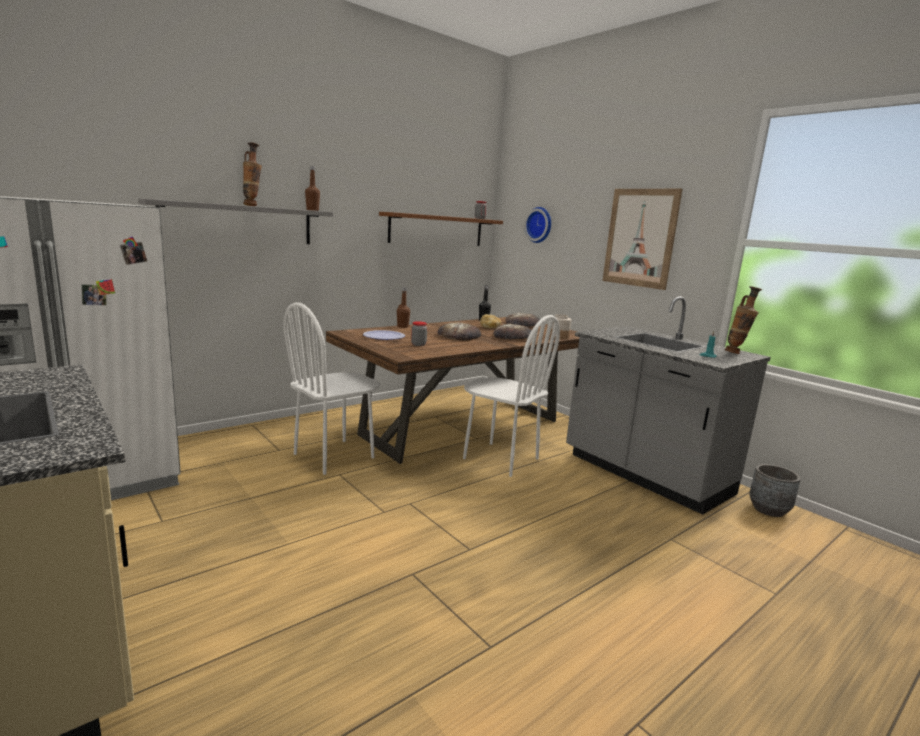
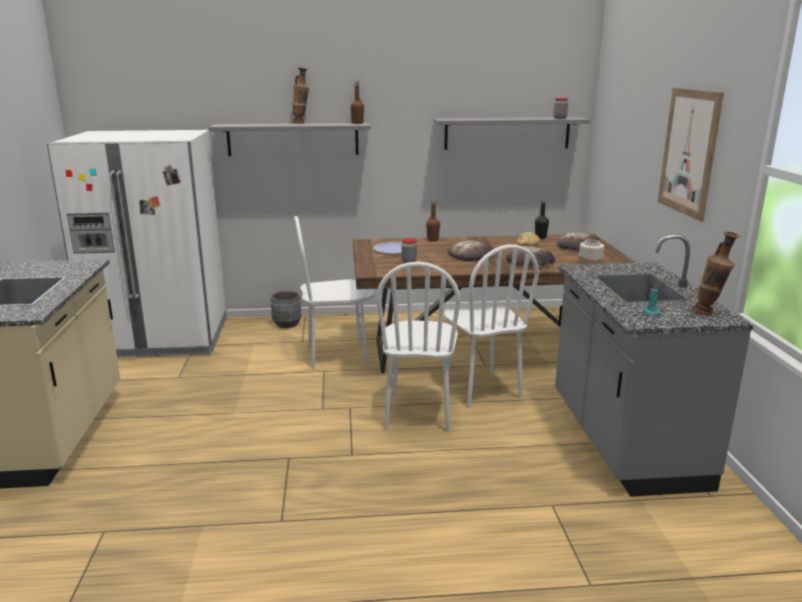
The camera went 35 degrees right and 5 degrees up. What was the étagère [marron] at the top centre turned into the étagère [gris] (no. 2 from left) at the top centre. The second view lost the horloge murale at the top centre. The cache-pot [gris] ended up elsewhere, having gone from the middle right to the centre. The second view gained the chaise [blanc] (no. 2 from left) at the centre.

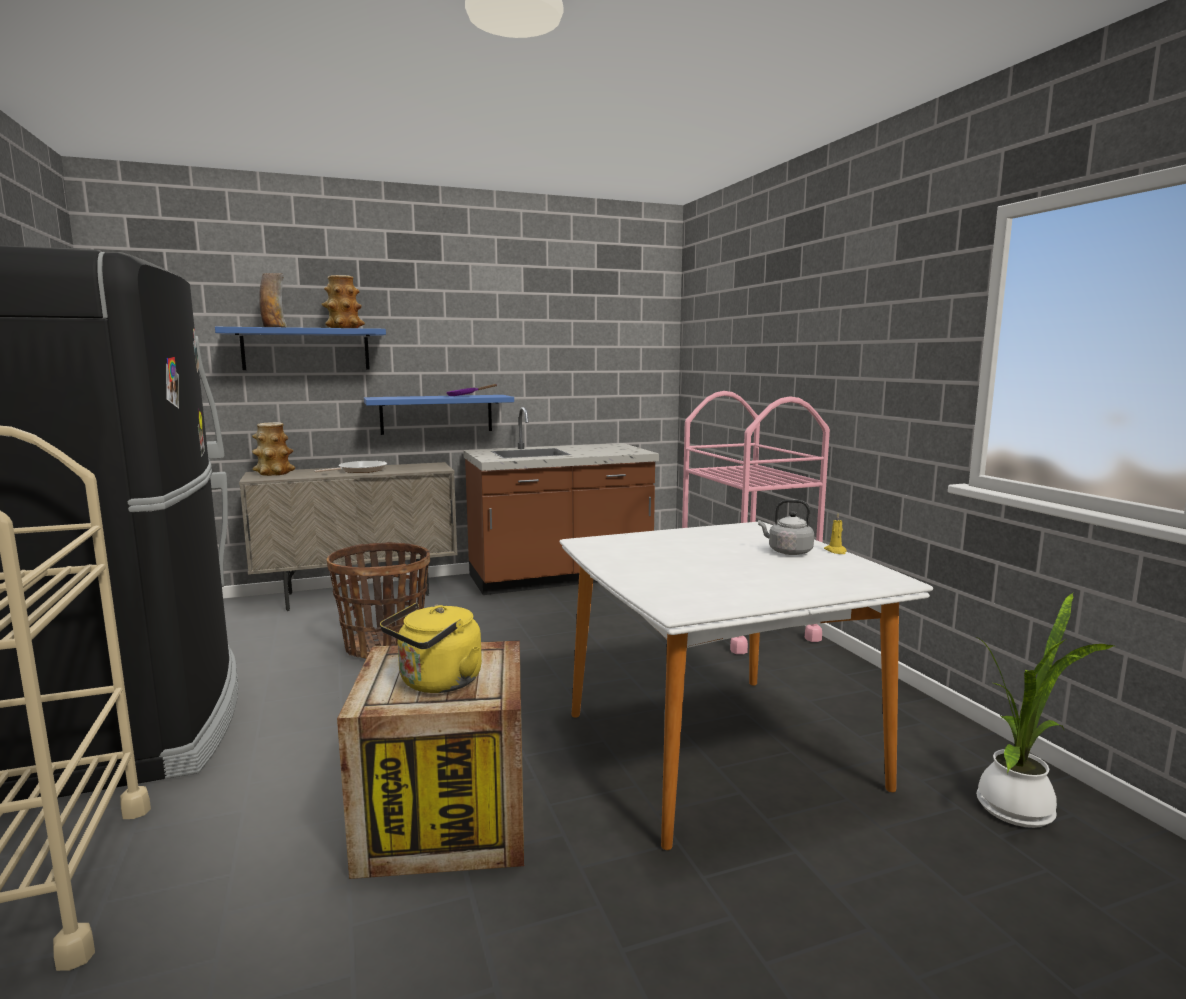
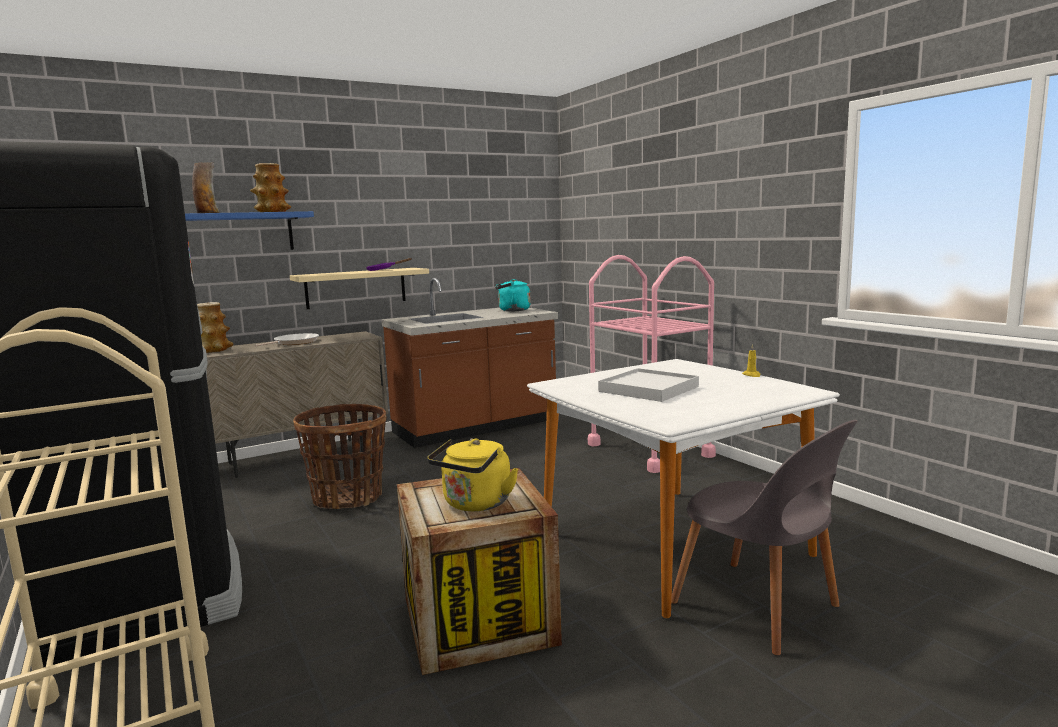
The camera went 10 degrees left and 0 degrees up. What was the étagère [bleu] (no. 2 from left) at the centre turned into the étagère [beige] at the centre. The second view lost the bouilloire [gris] at the centre. The second view lost the plante en pot at the bottom right. The second view gained the bouilloire [turquoise] at the centre. The second view gained the plateau [blanc] at the centre. The second view gained the chaise [gris] at the bottom right.

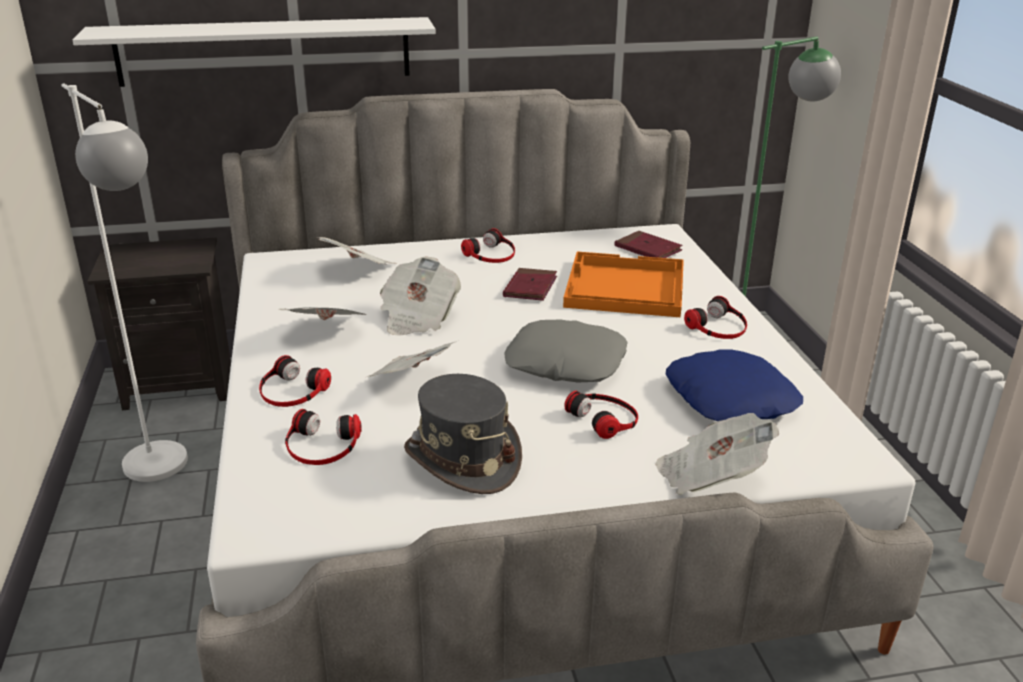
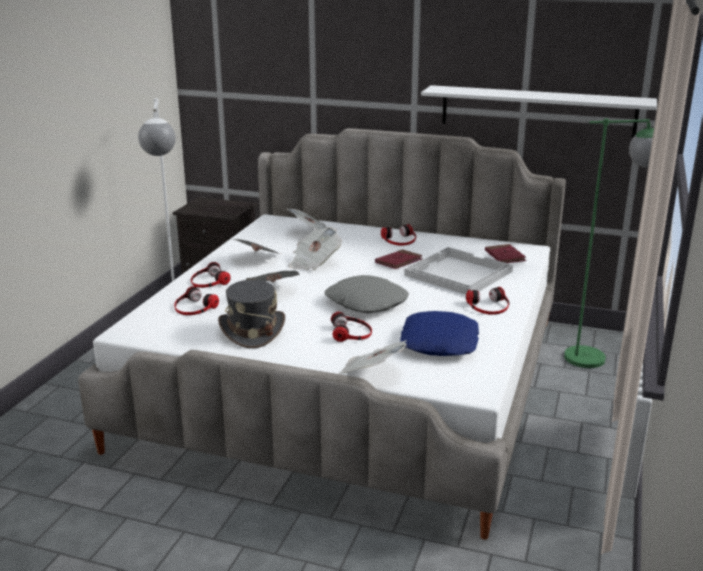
The camera went 30 degrees right and 5 degrees down. The étagère [blanc] ended up elsewhere, having gone from the top left to the top right. What was the plateau [orange] at the centre turned into the plateau [blanc] at the centre.

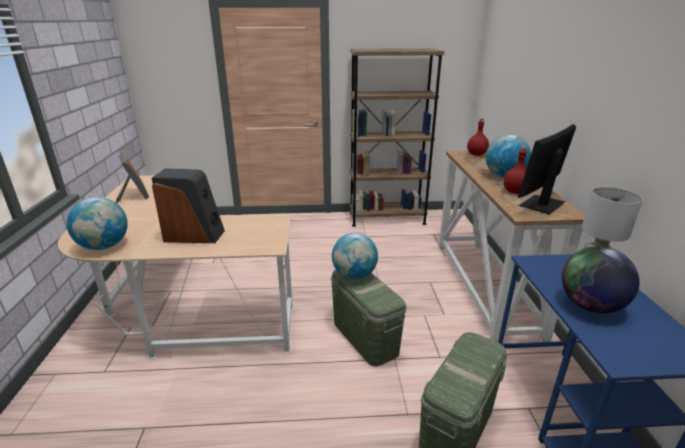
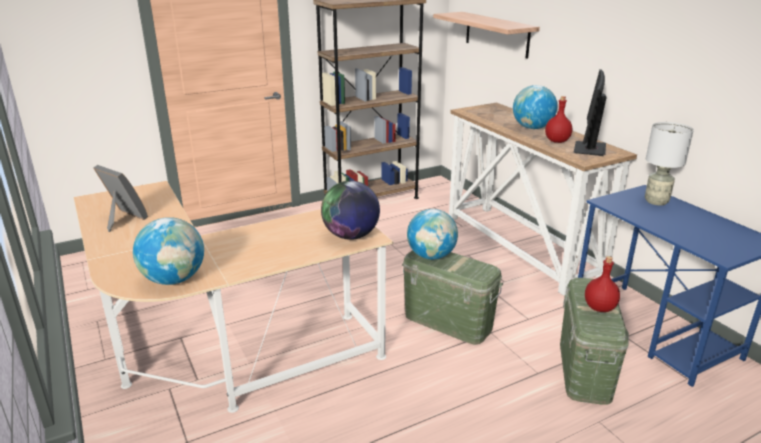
The camera went 25 degrees left and 0 degrees up. The second view lost the enceinte at the middle left. The bouteille [rouge] (no. 1 from left in the first image) ended up elsewhere, having gone from the top right to the middle right. The globe (no. 4 from left in the first image) ended up elsewhere, having gone from the middle right to the centre. The second view gained the étagère at the top centre.

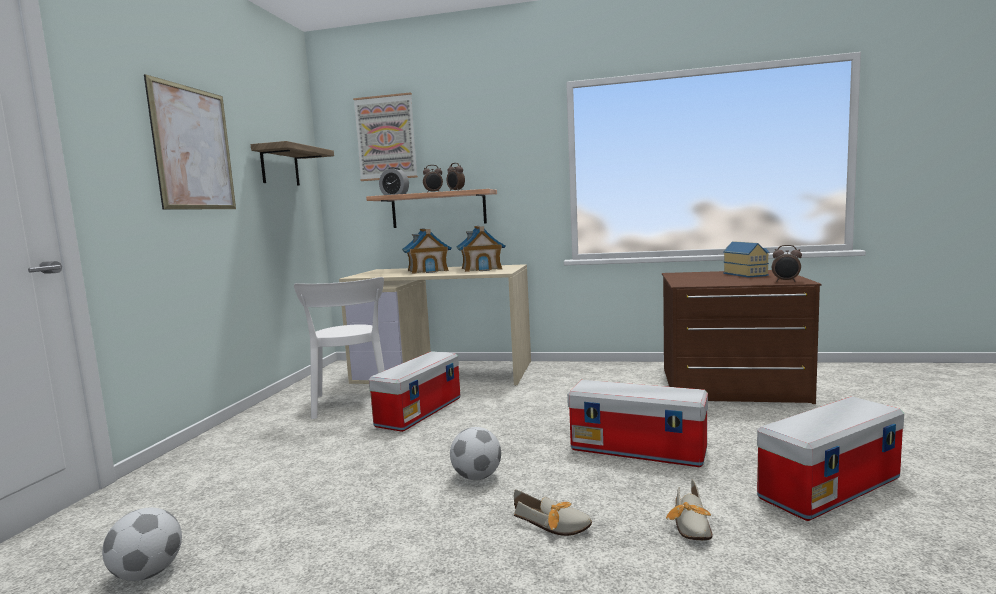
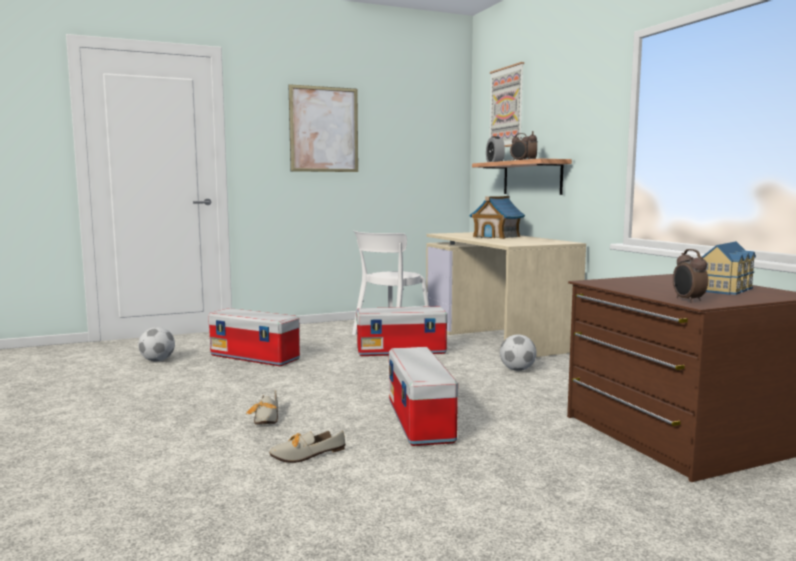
The camera went 55 degrees right and 0 degrees up. The second view lost the étagère (no. 1 from left) at the top left. The ballon de foot (no. 2 from left) ended up elsewhere, having gone from the bottom centre to the centre. The second view lost the maison miniature (no. 2 from left) at the centre. The boîte de rangement (no. 3 from left in the first image) ended up elsewhere, having gone from the bottom right to the middle left.

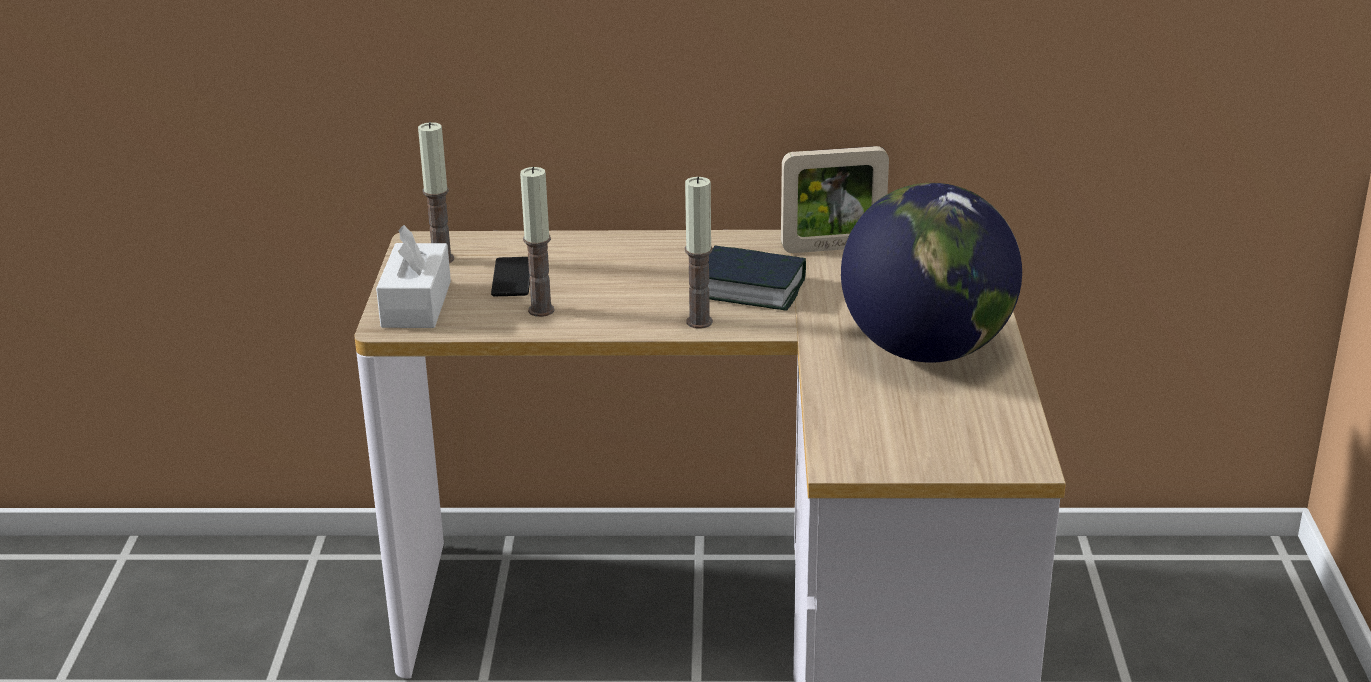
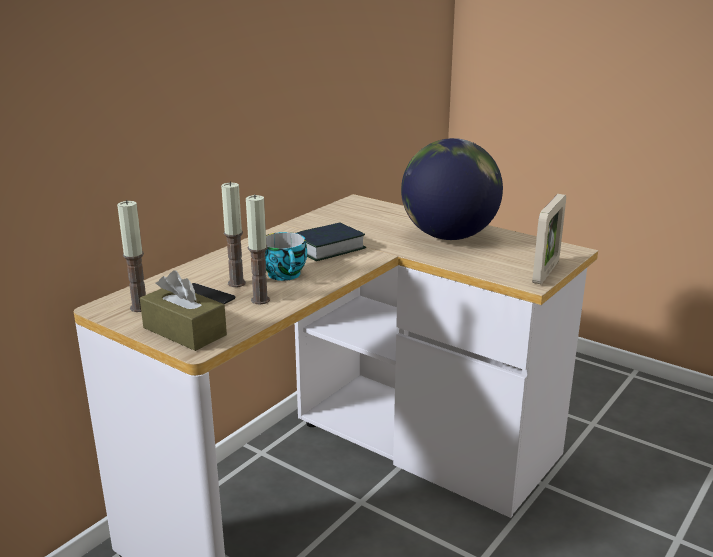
The camera went 55 degrees left and 5 degrees down. What was the boîte à mouchoirs [blanc] at the middle left turned into the boîte à mouchoirs [marron] at the middle left. The bougie (no. 3 from left in the first image) ended up elsewhere, having gone from the centre to the middle left. The cadre photo ended up elsewhere, having gone from the top centre to the middle right. The second view gained the tasse at the centre.

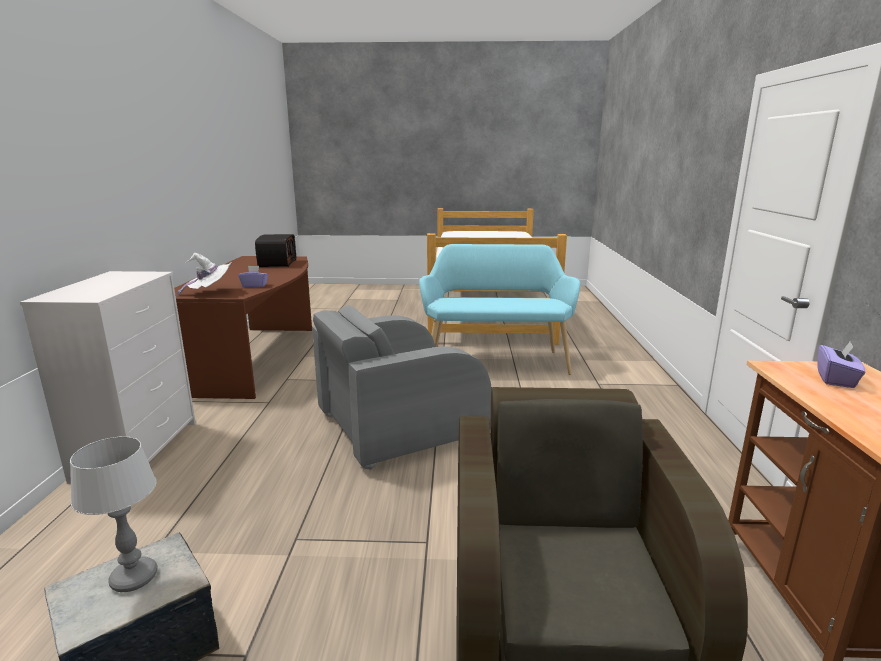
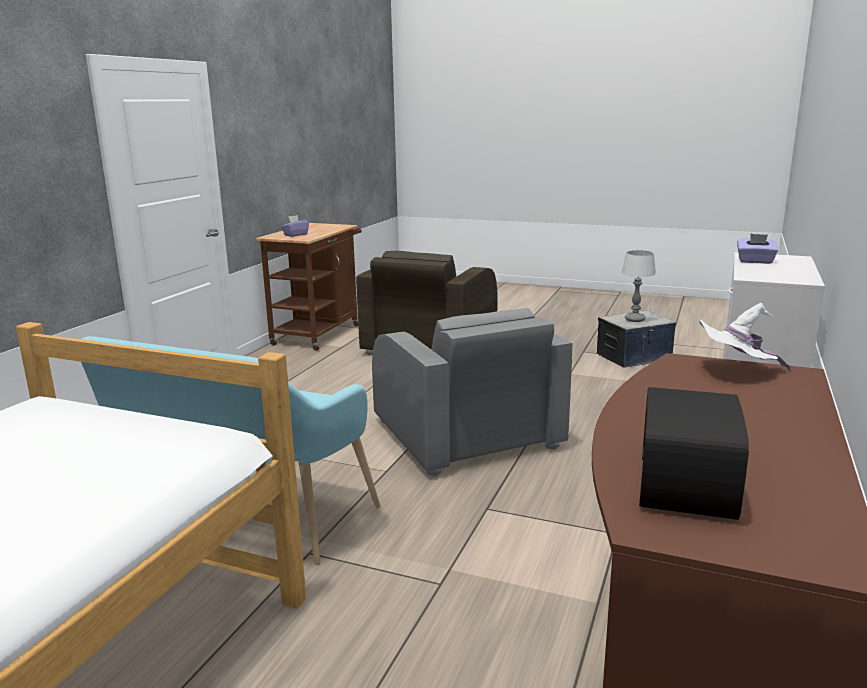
The camera went 160 degrees left and 0 degrees up. The boîte à mouchoirs [violet] (no. 1 from left in the first image) ended up elsewhere, having gone from the middle left to the middle right. The fauteuil [gris] at the centre ended up facing another way, 75 degrees clockwise from before.

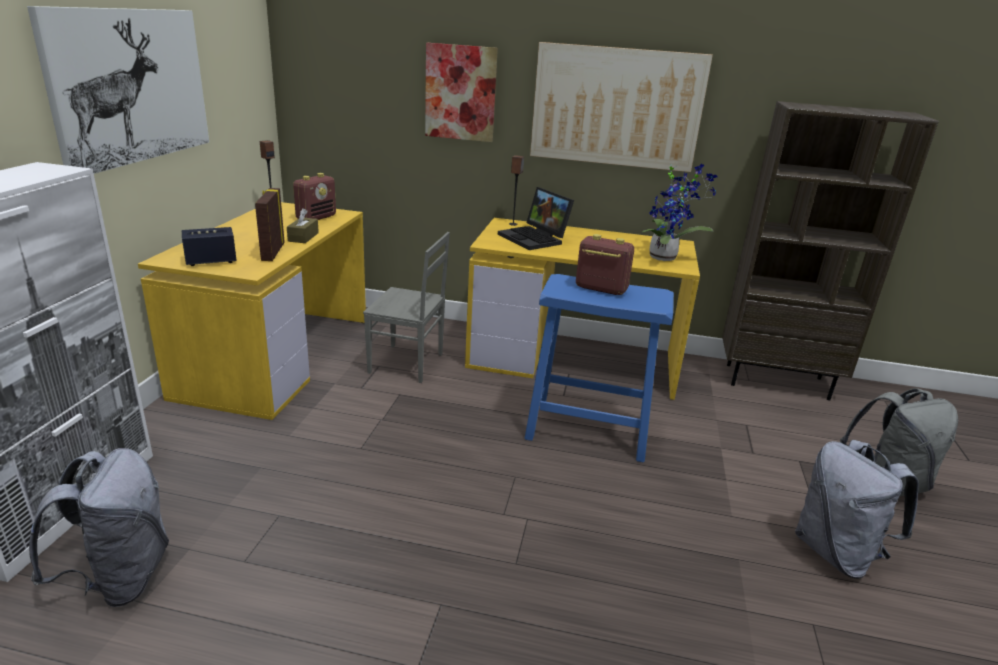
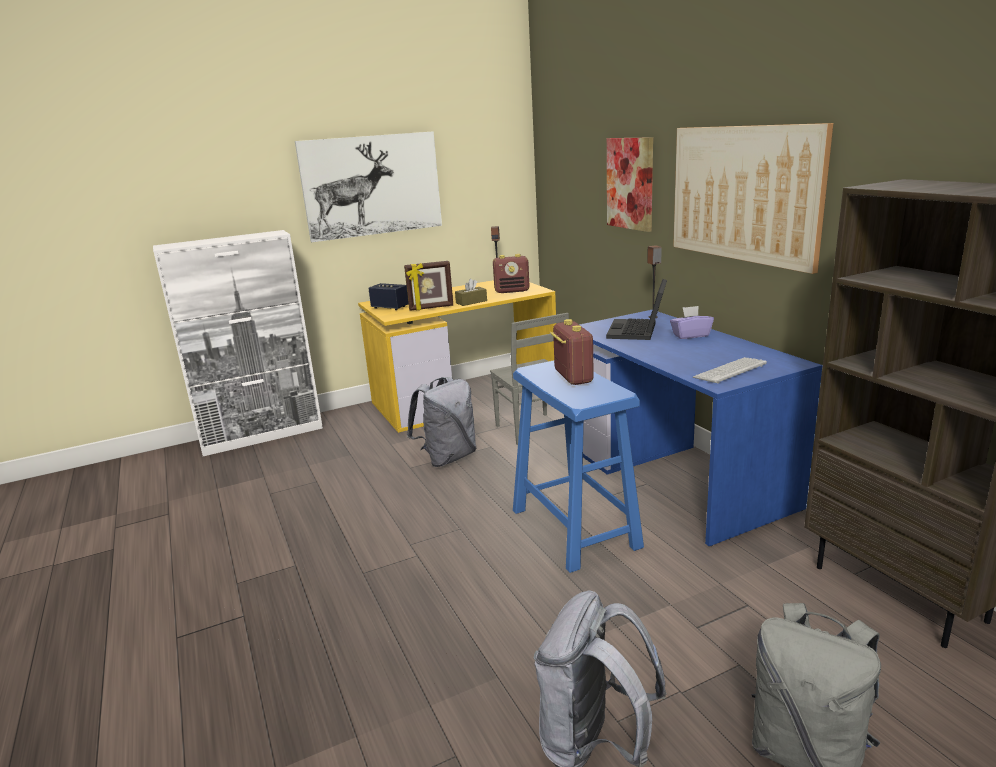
The camera went 55 degrees right and 5 degrees down. The sac à dos [gris] (no. 1 from left) ended up elsewhere, having gone from the bottom left to the centre. The cadre photo at the middle left ended up facing another way, 150 degrees counterclockwise from before. What was the bureau [jaune] (no. 2 from left) at the centre turned into the bureau [bleu] at the middle right. Where the plante en pot stood at the top right, the clavier came to stand at the middle right. The second view gained the boîte à mouchoirs [violet] at the middle right.

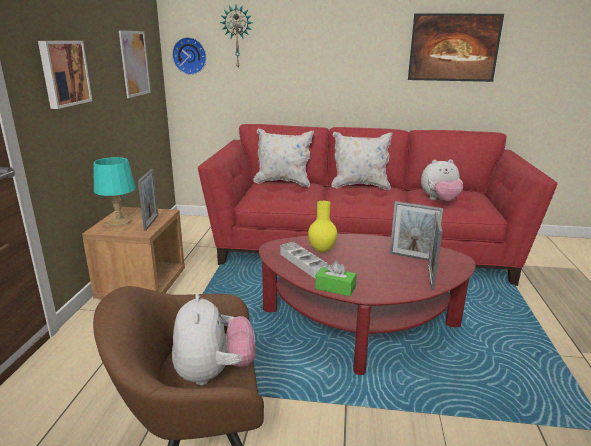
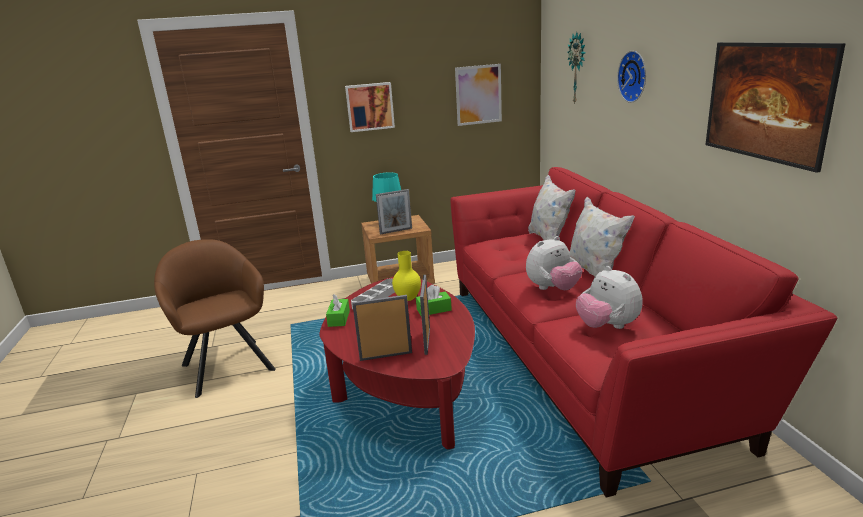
The camera went 70 degrees right and 0 degrees up. The horloge murale (no. 1 from left in the first image) ended up elsewhere, having gone from the top left to the top right. The peluche (no. 1 from left) ended up elsewhere, having gone from the bottom centre to the centre. The second view gained the boîte à mouchoirs [vert] (no. 2 from left) at the centre.

